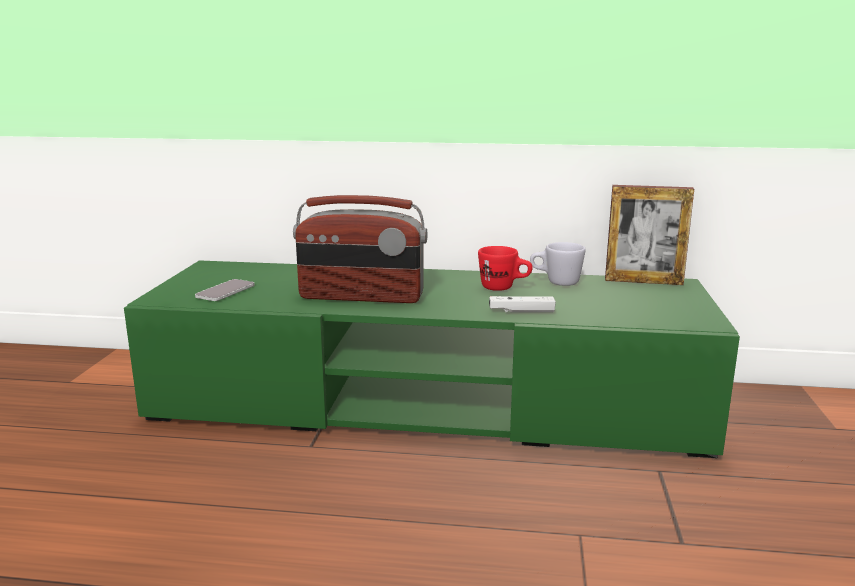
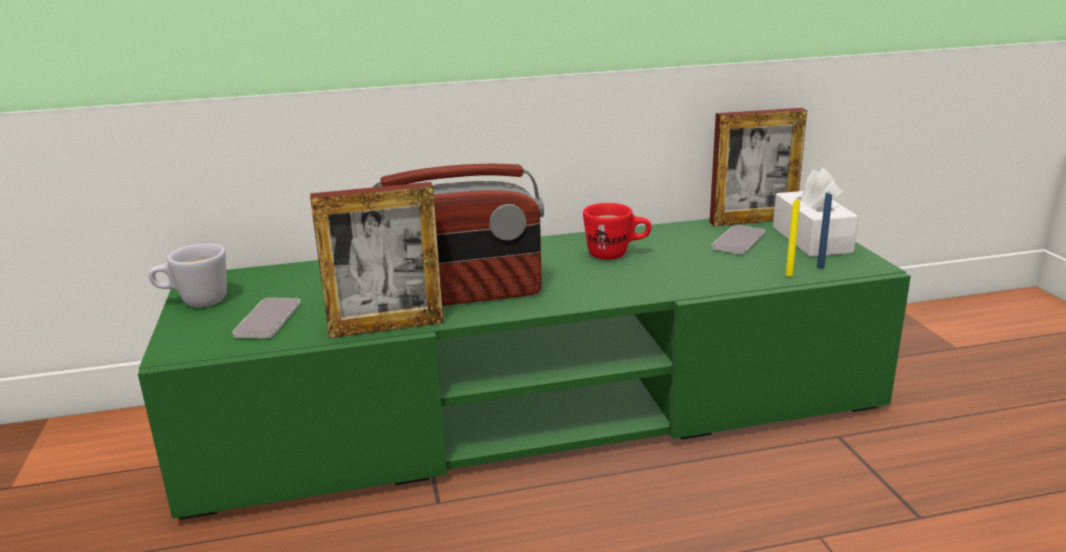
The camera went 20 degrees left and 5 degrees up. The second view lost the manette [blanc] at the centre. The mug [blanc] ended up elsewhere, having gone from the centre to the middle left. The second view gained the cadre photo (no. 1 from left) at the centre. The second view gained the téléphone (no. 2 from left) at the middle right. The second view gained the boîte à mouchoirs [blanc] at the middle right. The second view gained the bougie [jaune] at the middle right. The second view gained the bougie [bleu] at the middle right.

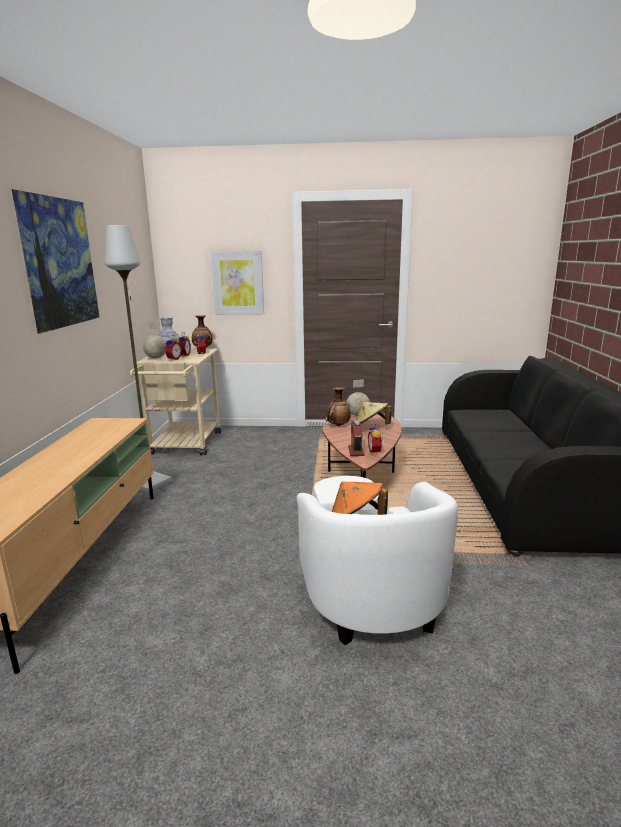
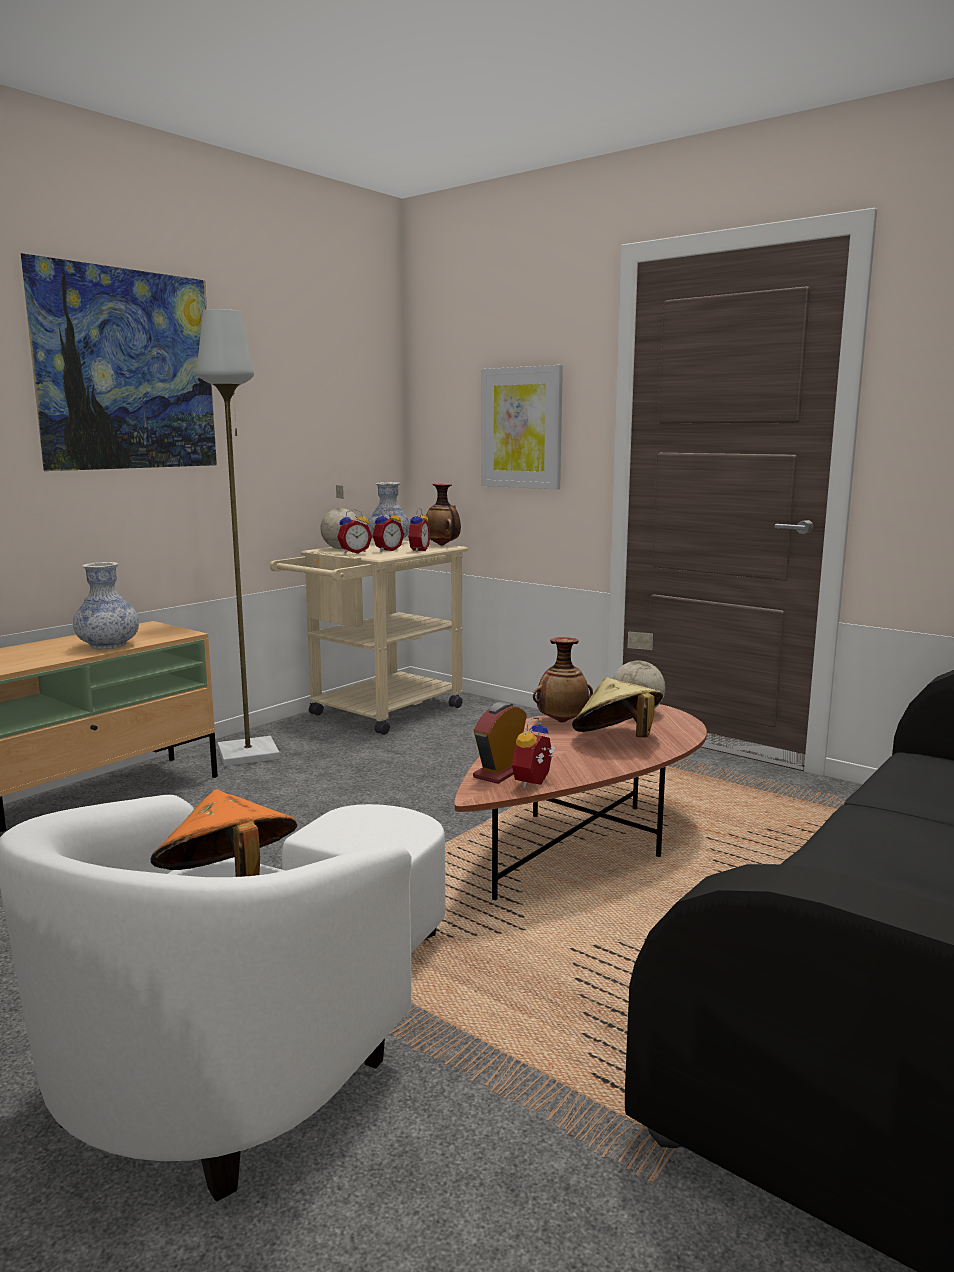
The camera went 35 degrees right and 5 degrees down. The second view gained the vase (no. 1 from left) at the middle left.

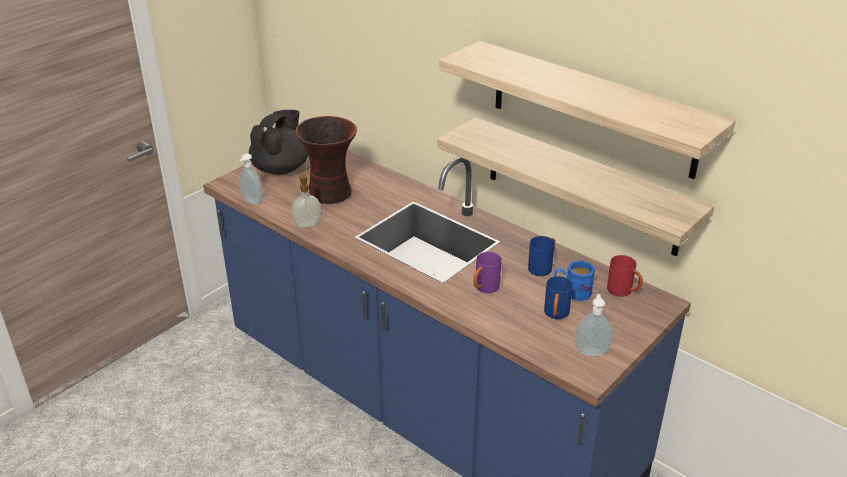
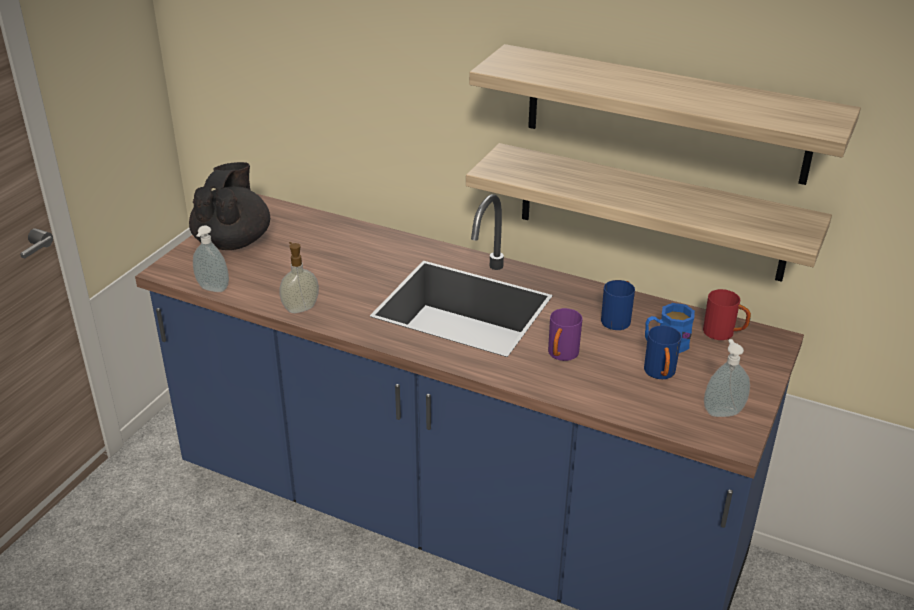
The camera went 15 degrees left and 0 degrees up. The second view lost the vase at the centre.

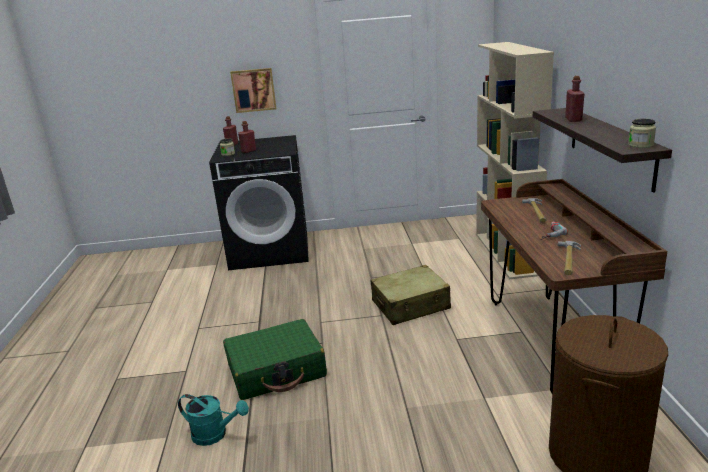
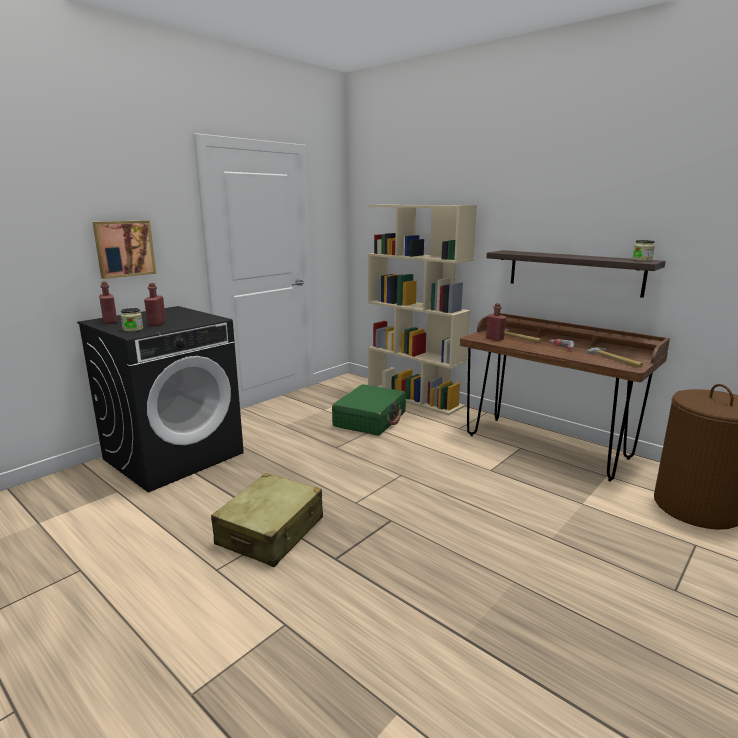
The camera went 45 degrees left and 5 degrees down. The second view lost the arrosoir [turquoise] at the bottom left. The valise [vert] ended up elsewhere, having gone from the bottom centre to the centre. The valise [beige] ended up elsewhere, having gone from the centre to the bottom centre. The bouteille [rouge] (no. 3 from left) ended up elsewhere, having gone from the top right to the middle right.

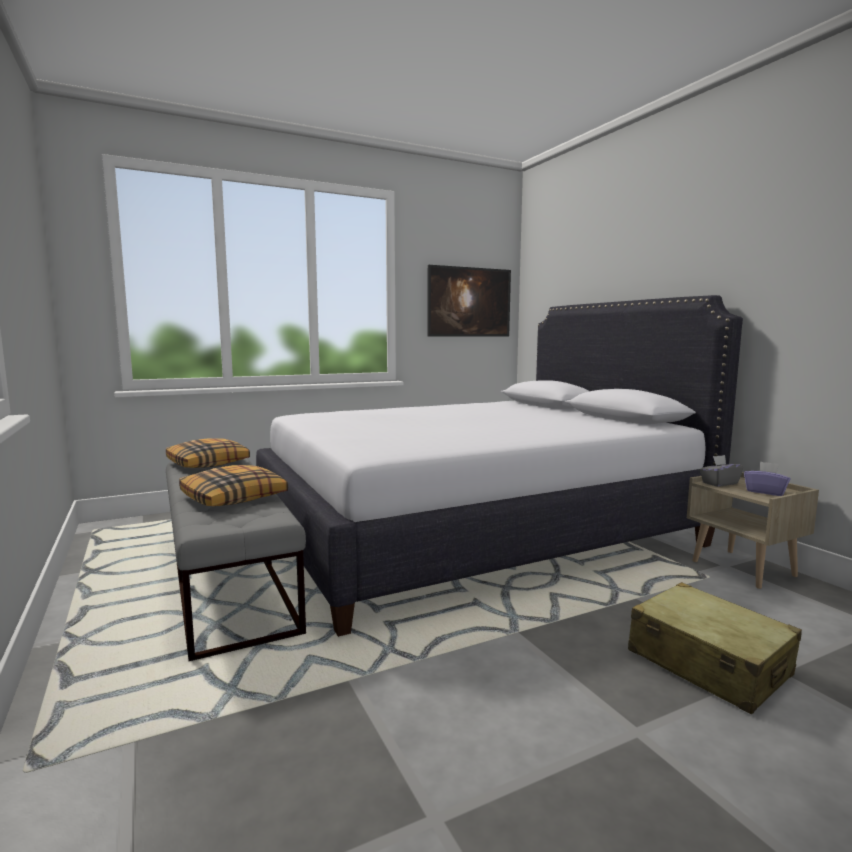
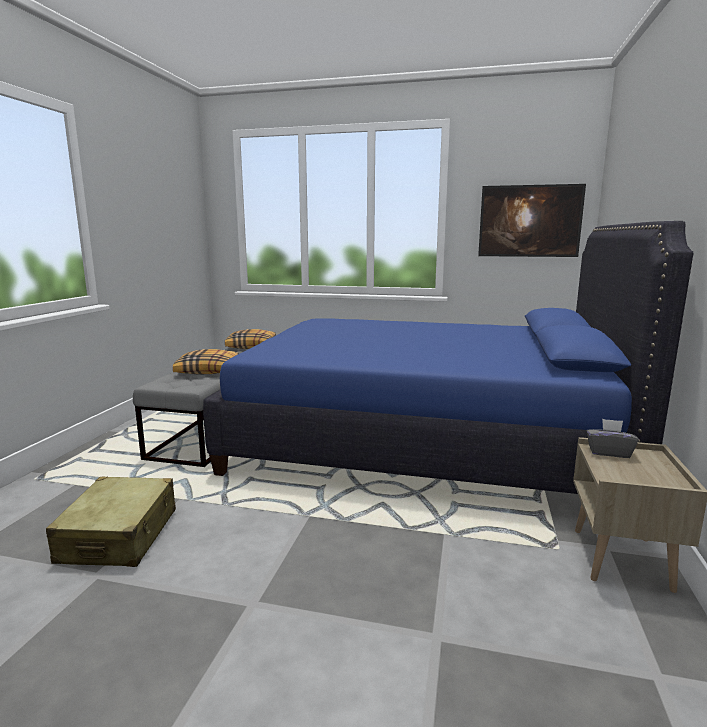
The camera went 40 degrees right and 5 degrees up. What was the lit [blanc] at the centre turned into the lit [bleu] at the centre. The valise [beige] ended up elsewhere, having gone from the bottom right to the bottom left. The second view lost the boîte à mouchoirs [violet] at the middle right.

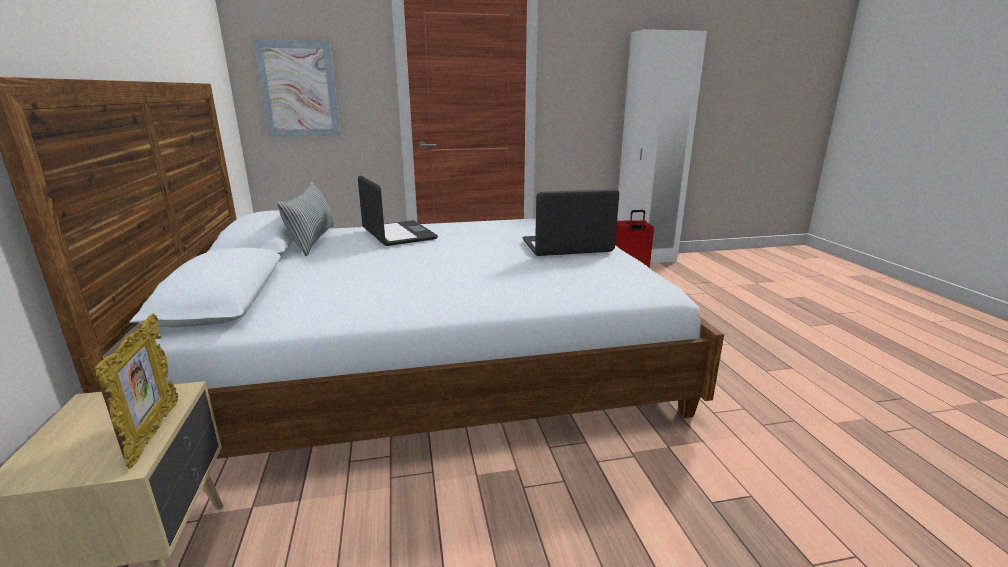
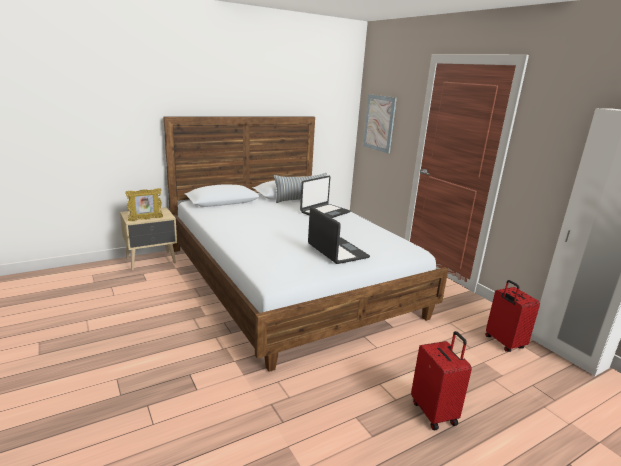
The camera went 70 degrees right and 0 degrees up. The second view gained the valise [rouge] (no. 1 from left) at the bottom right.

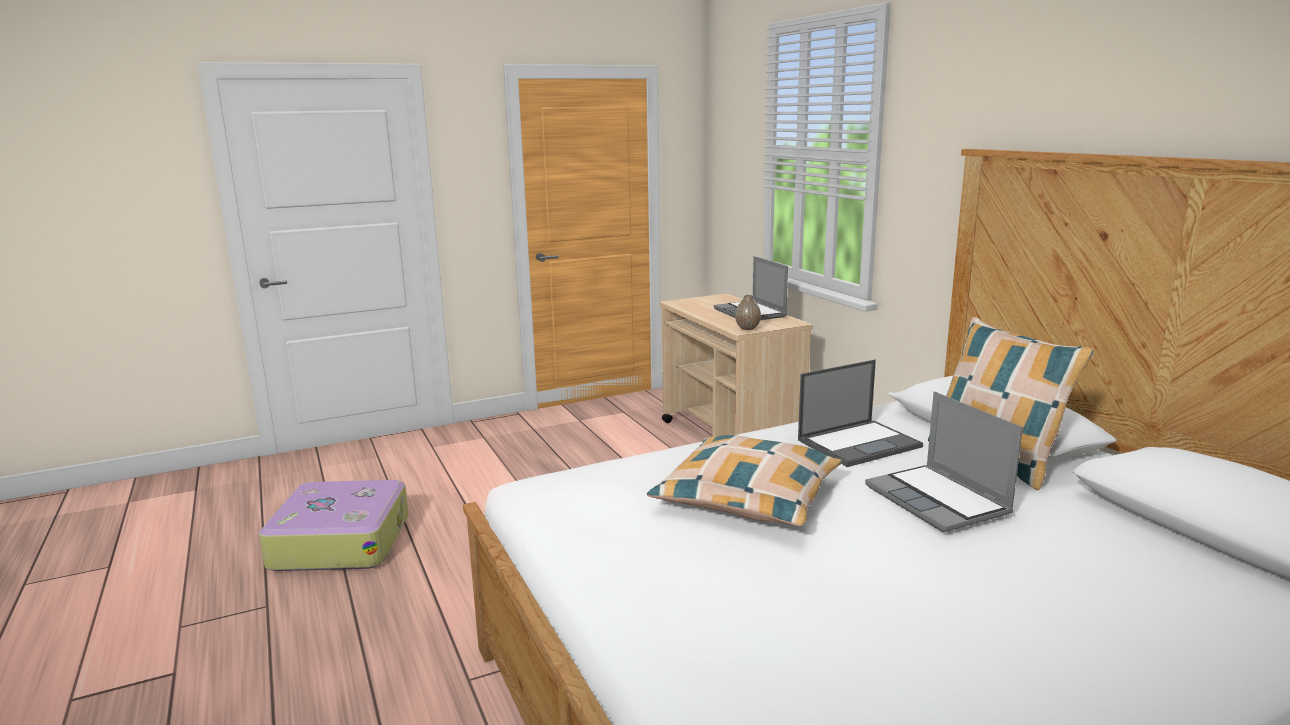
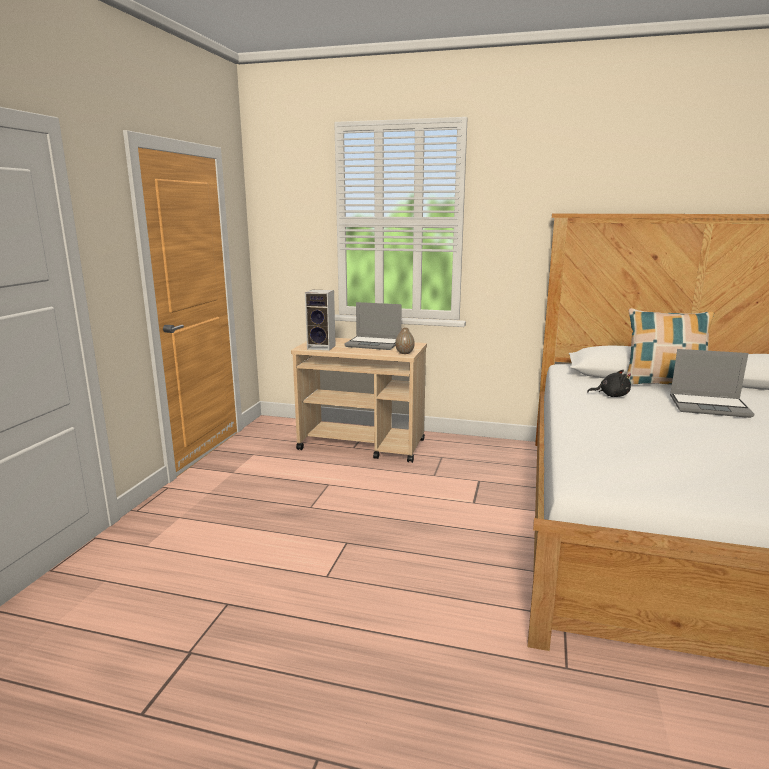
The camera went 50 degrees left and 0 degrees up. The second view lost the valise at the bottom left. The second view lost the coussin (no. 1 from left) at the centre. Where the ordinateur portable (no. 2 from left) stood at the middle right, the peluche [noir] came to stand at the middle right. The second view gained the enceinte at the centre.

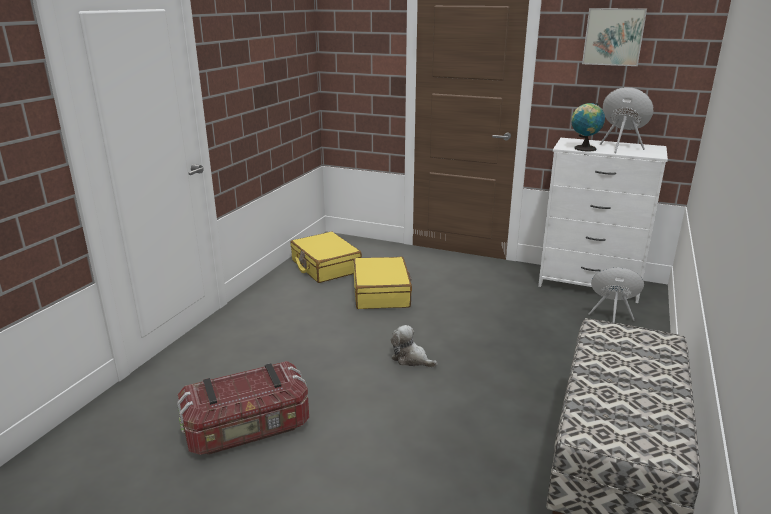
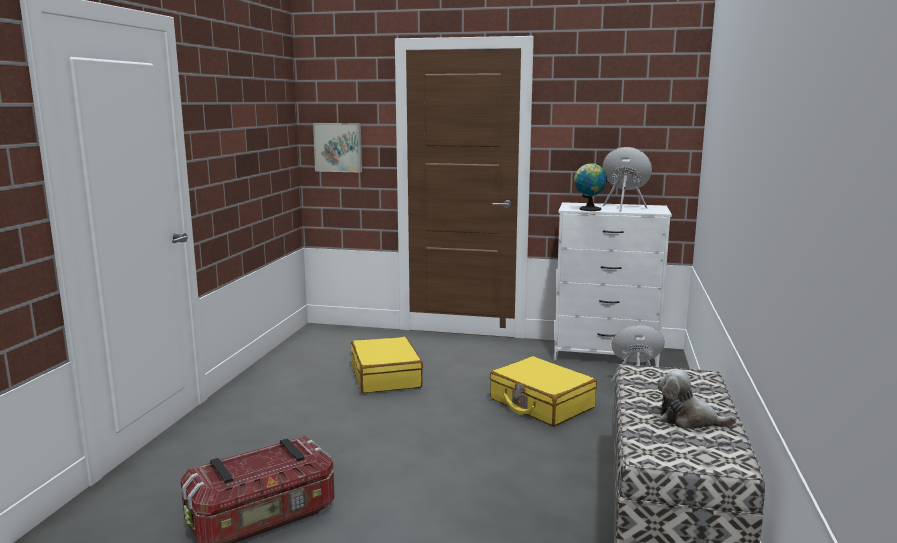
The camera went 10 degrees left and 10 degrees down. The valise [jaune] (no. 1 from left in the first image) ended up elsewhere, having gone from the centre to the bottom centre. The peluche ended up elsewhere, having gone from the bottom centre to the bottom right. The tableau ended up elsewhere, having gone from the top right to the top centre.

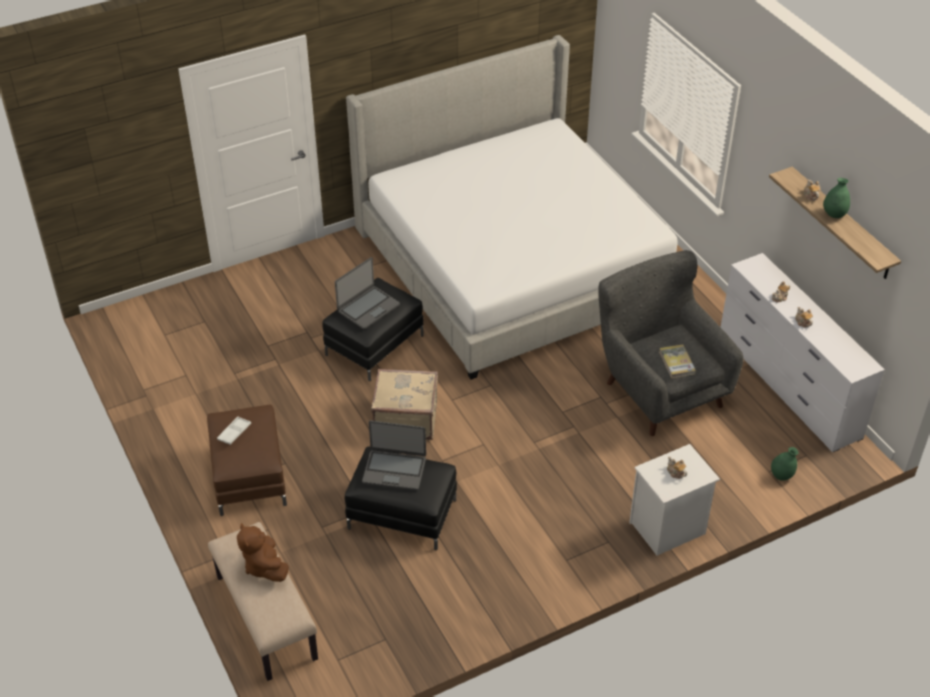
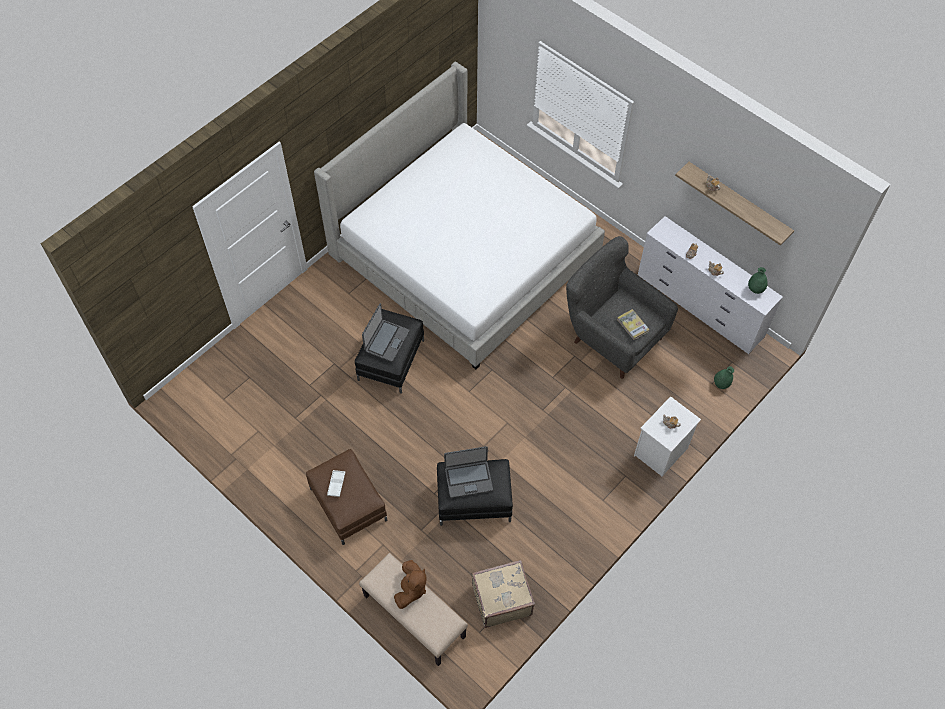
The camera went 20 degrees left and 15 degrees up. The peluche [marron] at the bottom left ended up facing another way, 120 degrees counterclockwise from before. The valise [beige] ended up elsewhere, having gone from the centre to the bottom centre. The vase [vert] (no. 2 from left) ended up elsewhere, having gone from the top right to the middle right.

